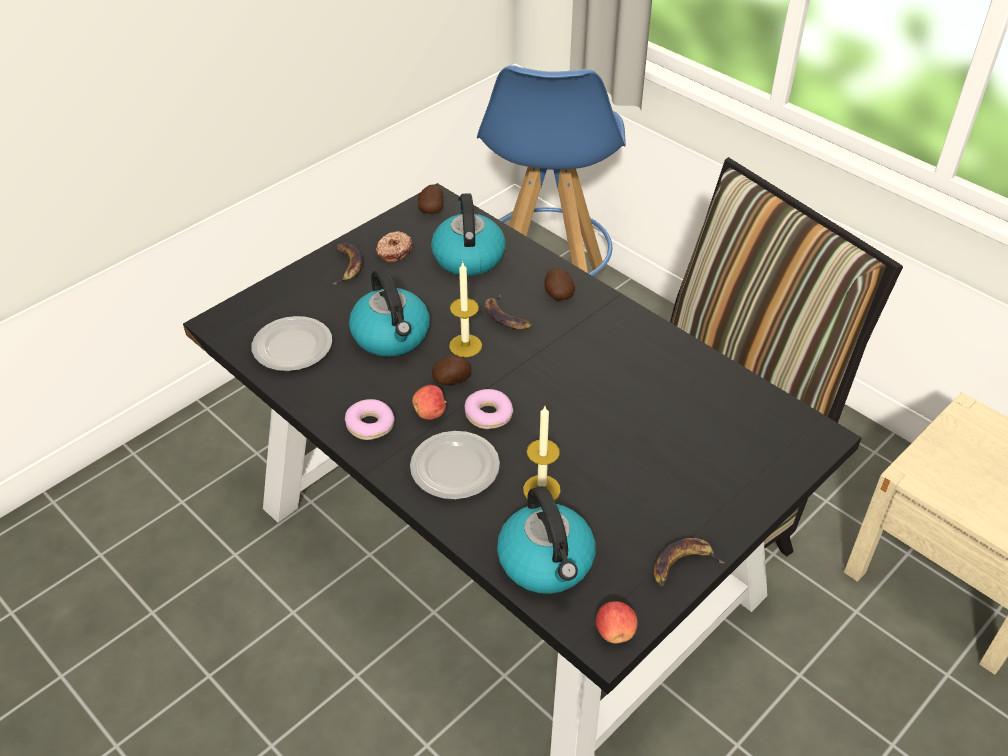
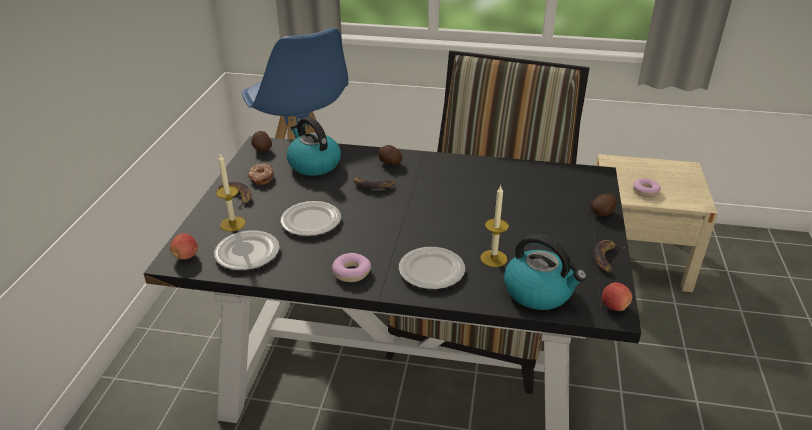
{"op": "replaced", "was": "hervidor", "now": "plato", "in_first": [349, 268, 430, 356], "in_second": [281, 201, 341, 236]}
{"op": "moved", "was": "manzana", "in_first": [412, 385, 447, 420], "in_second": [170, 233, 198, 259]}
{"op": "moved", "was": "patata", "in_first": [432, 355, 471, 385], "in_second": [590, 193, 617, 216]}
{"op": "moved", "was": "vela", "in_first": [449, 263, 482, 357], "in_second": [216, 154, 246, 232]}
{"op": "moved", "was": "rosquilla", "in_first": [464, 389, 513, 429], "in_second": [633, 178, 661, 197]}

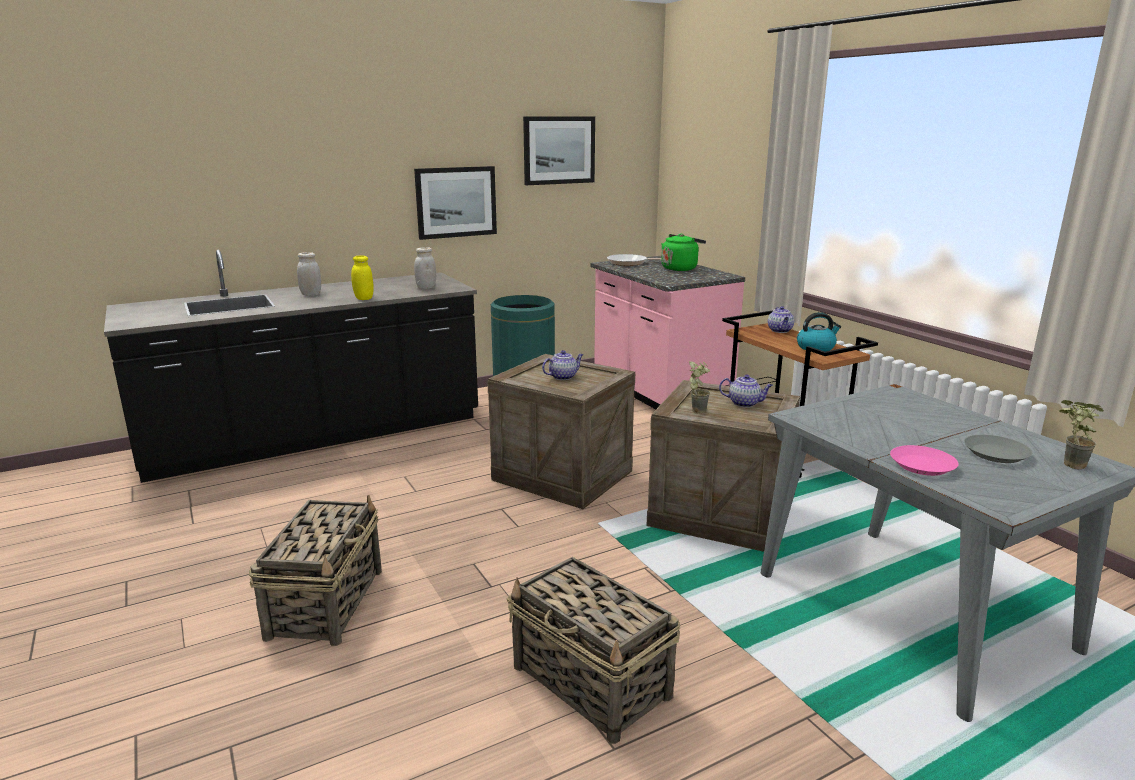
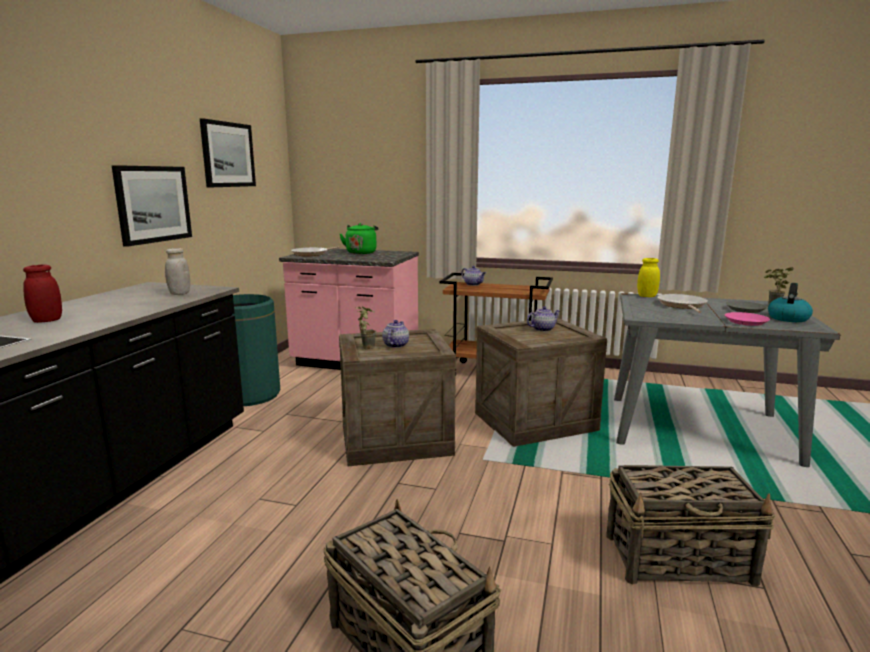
{"op": "recoloured", "was": "tarro/blanco", "now": "tarro/rojo", "in_first": [297, 252, 321, 296], "in_second": [23, 265, 62, 323]}
{"op": "moved", "was": "tarro/amarillo", "in_first": [351, 256, 374, 300], "in_second": [637, 258, 660, 297]}
{"op": "moved", "was": "planta en maceta", "in_first": [689, 361, 710, 413], "in_second": [358, 307, 376, 350]}
{"op": "moved", "was": "hervidor", "in_first": [797, 312, 841, 352], "in_second": [768, 283, 813, 322]}
{"op": "added", "now": "sartén", "in_second": [657, 294, 708, 313]}

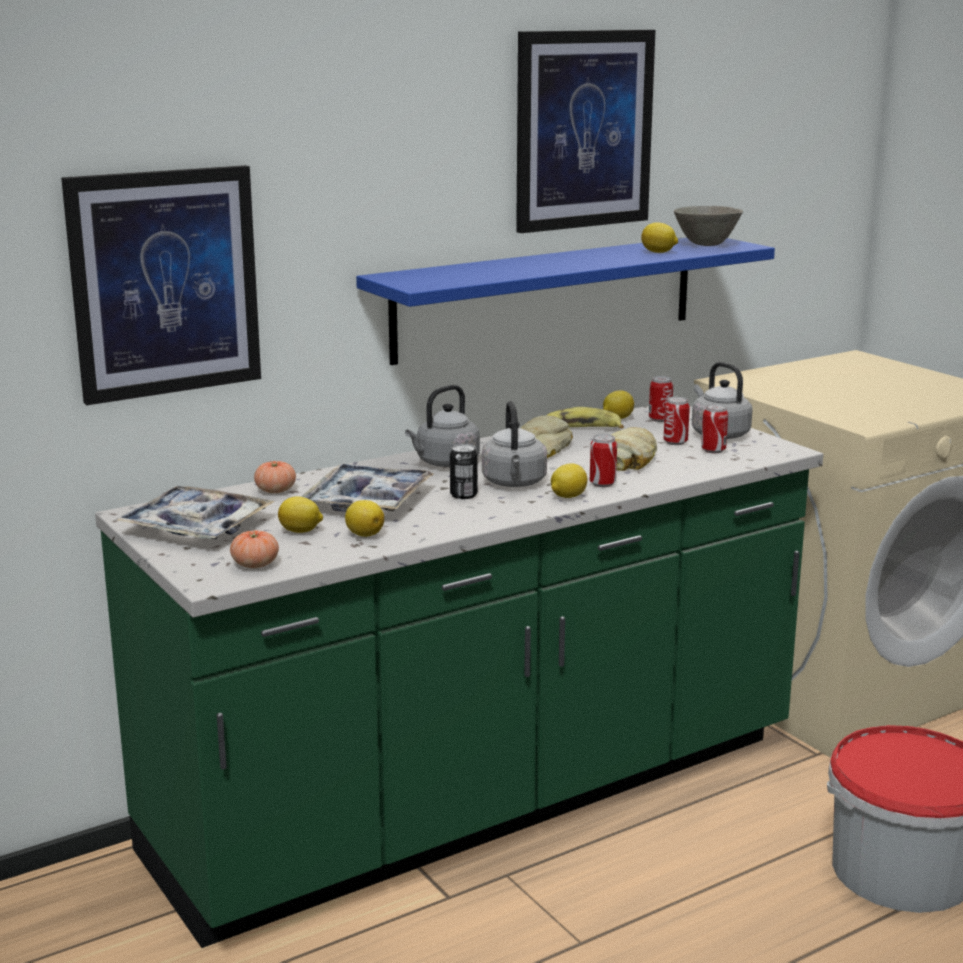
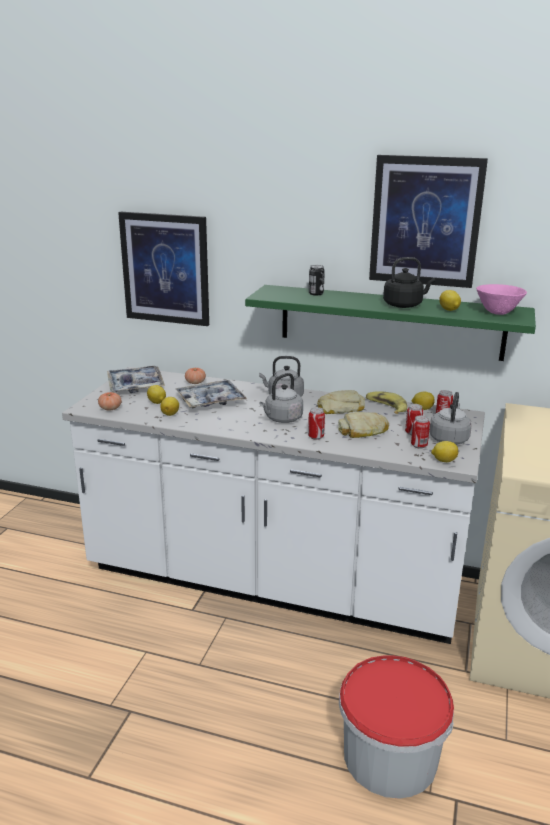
{"op": "recoloured", "was": "mueble bajo de cocina/verde", "now": "mueble bajo de cocina/blanco", "in_first": [95, 406, 823, 948], "in_second": [62, 367, 485, 644]}
{"op": "recoloured", "was": "estante/azul", "now": "estante/verde", "in_first": [356, 238, 775, 365], "in_second": [245, 285, 536, 361]}
{"op": "moved", "was": "lata", "in_first": [450, 444, 478, 499], "in_second": [309, 265, 325, 295]}
{"op": "moved", "was": "limón", "in_first": [551, 464, 587, 498], "in_second": [431, 441, 458, 462]}
{"op": "recoloured", "was": "cuenco/gris", "now": "cuenco/rosa", "in_first": [674, 206, 743, 246], "in_second": [476, 284, 527, 315]}
{"op": "added", "now": "hervidor/negro", "in_second": [383, 257, 435, 308]}

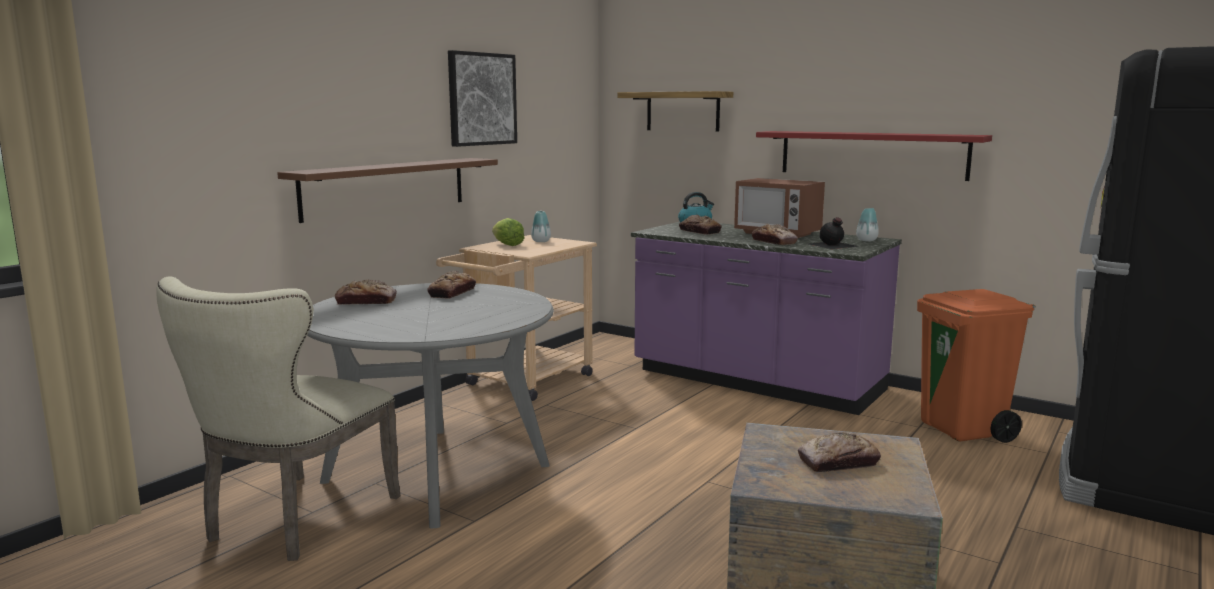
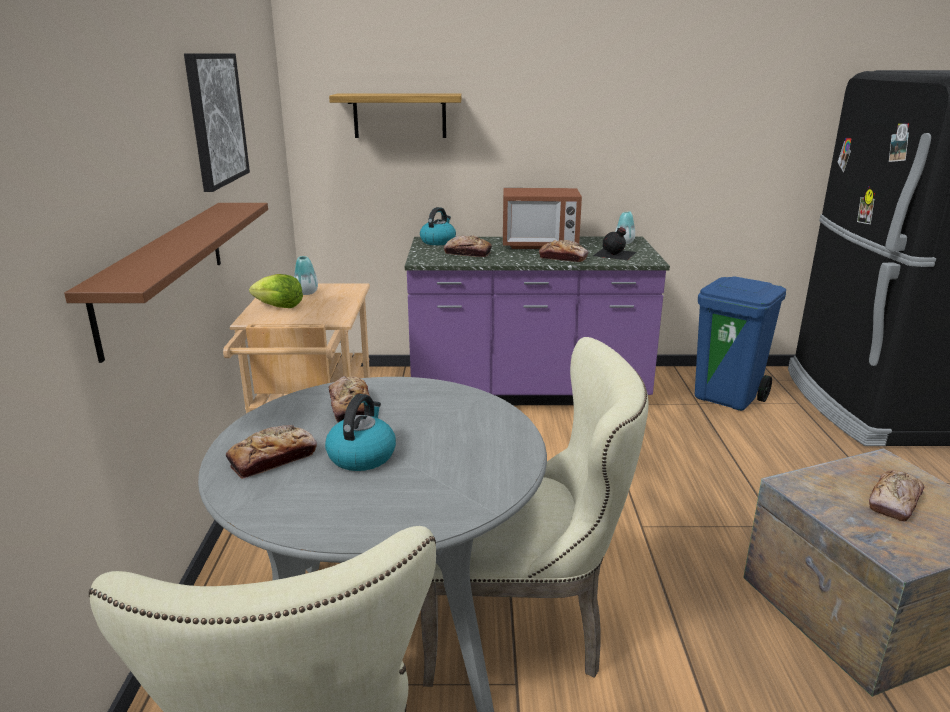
{"op": "removed", "was": "estante/rojo", "in_first": [756, 131, 992, 181]}
{"op": "recoloured", "was": "papelera/naranja", "now": "papelera/azul", "in_first": [917, 289, 1036, 443], "in_second": [695, 276, 786, 411]}
{"op": "added", "now": "hervidor", "in_second": [325, 394, 396, 471]}
{"op": "added", "now": "silla/beis", "in_second": [421, 337, 648, 687]}

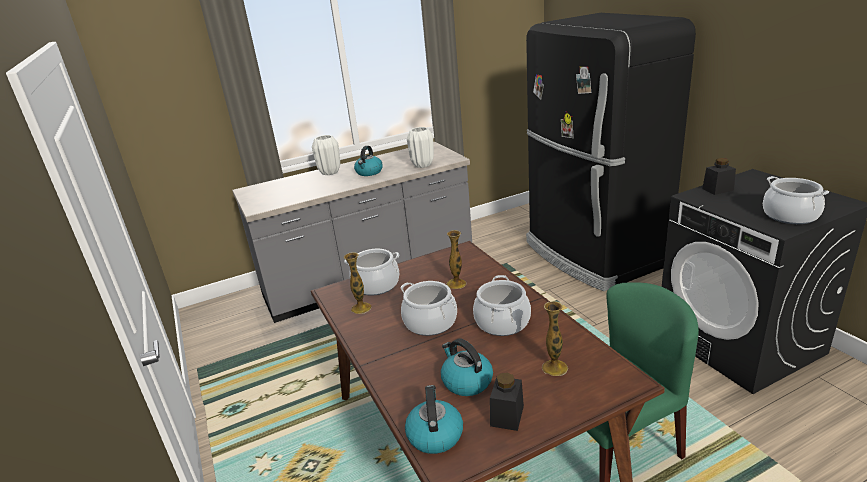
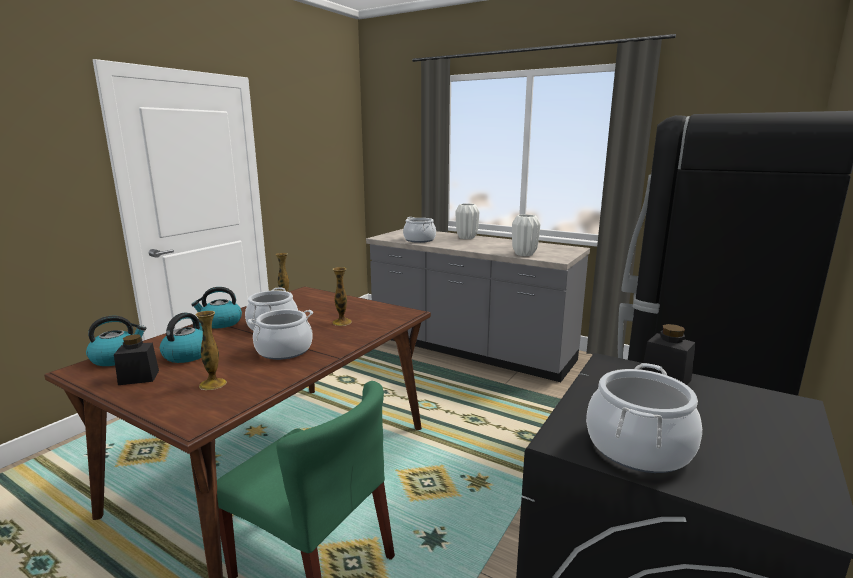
{"op": "moved", "was": "olla", "in_first": [344, 249, 399, 296], "in_second": [403, 217, 436, 243]}
{"op": "moved", "was": "hervidor", "in_first": [354, 146, 383, 176], "in_second": [191, 287, 242, 328]}

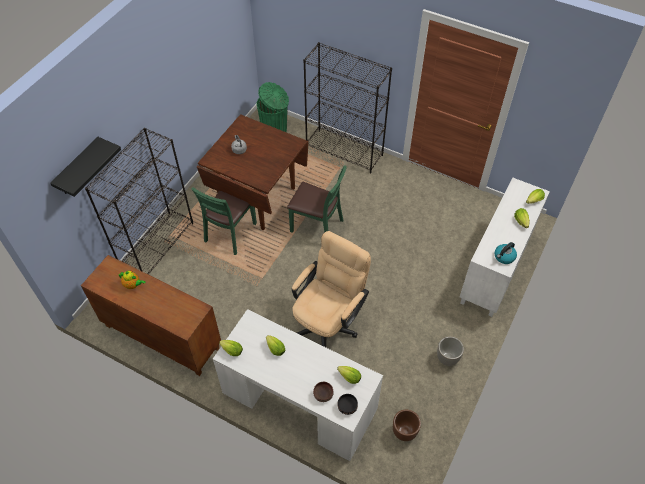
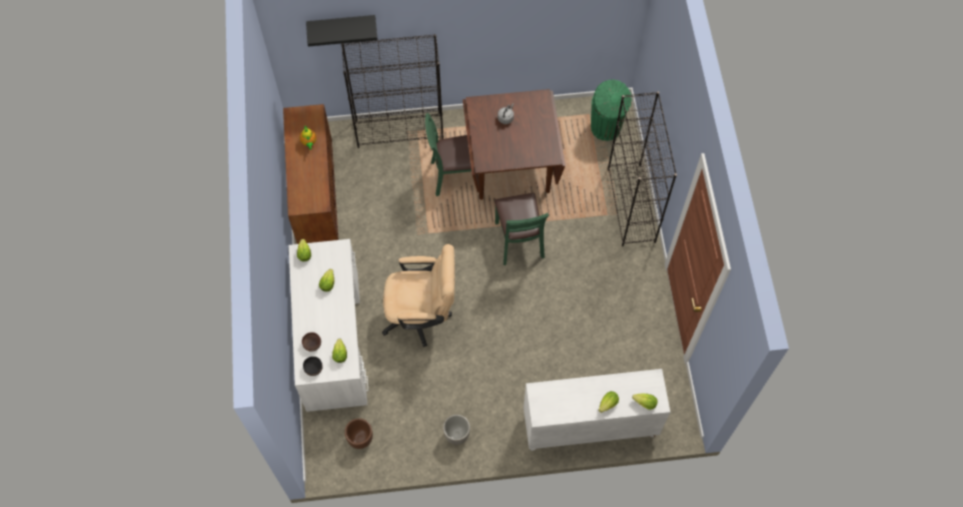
{"op": "removed", "was": "hervidor", "in_first": [494, 242, 517, 264]}

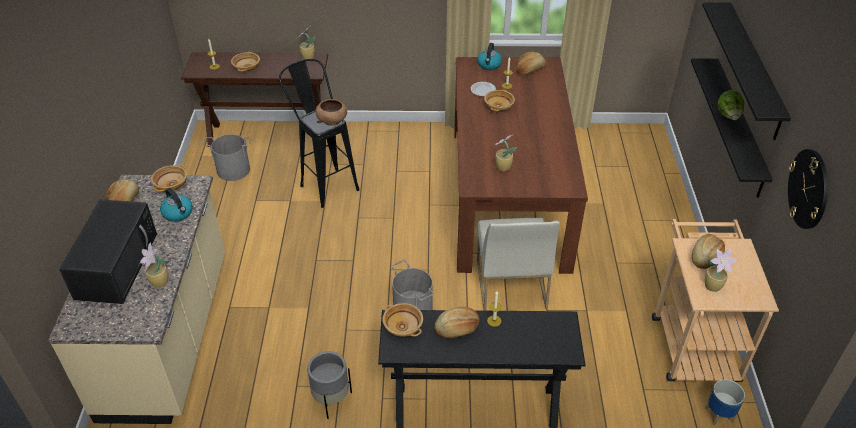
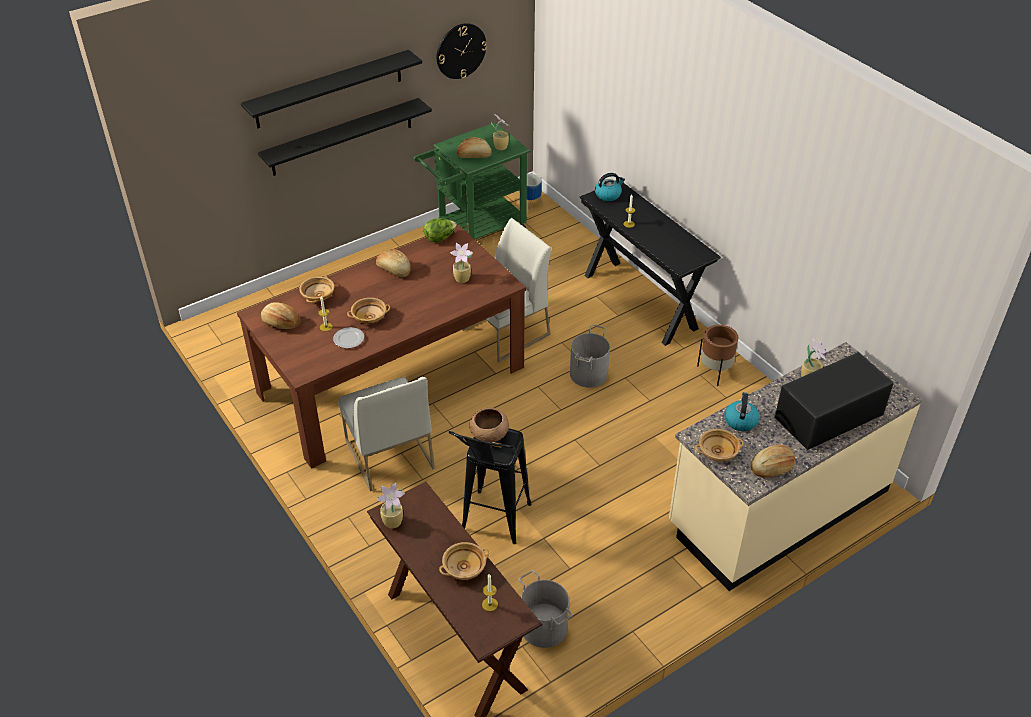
{"op": "recoloured", "was": "maceta/gris", "now": "maceta/marrón", "in_first": [307, 351, 352, 419], "in_second": [697, 325, 738, 386]}
{"op": "moved", "was": "cuenco/beis", "in_first": [382, 303, 423, 337], "in_second": [299, 275, 334, 303]}
{"op": "moved", "was": "pan", "in_first": [434, 307, 480, 338], "in_second": [376, 249, 411, 277]}
{"op": "moved", "was": "hervidor", "in_first": [477, 43, 502, 70], "in_second": [595, 173, 625, 201]}
{"op": "recoloured", "was": "carrito/beis", "now": "carrito/verde", "in_first": [652, 219, 779, 382], "in_second": [414, 122, 530, 239]}
{"op": "moved", "was": "lechuga", "in_first": [718, 90, 745, 120], "in_second": [424, 218, 457, 242]}
{"op": "added", "now": "silla/blanco", "in_second": [338, 377, 435, 491]}

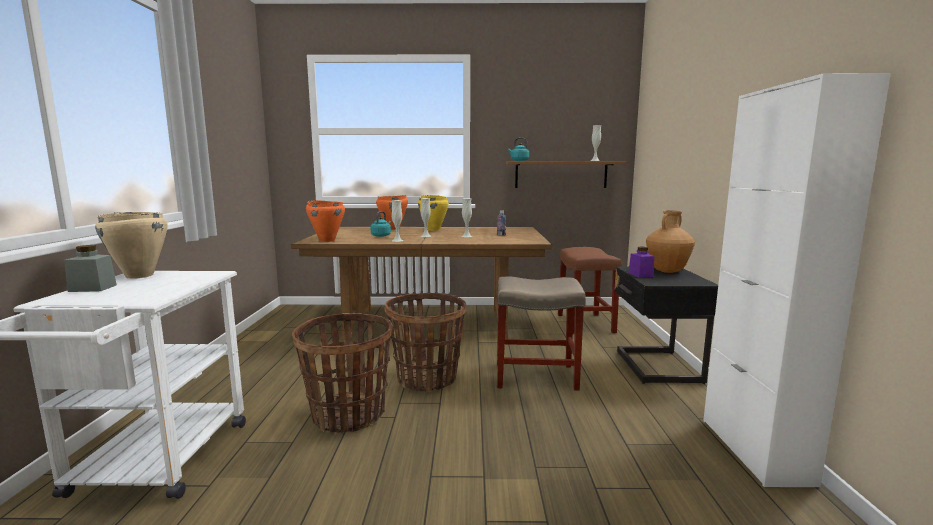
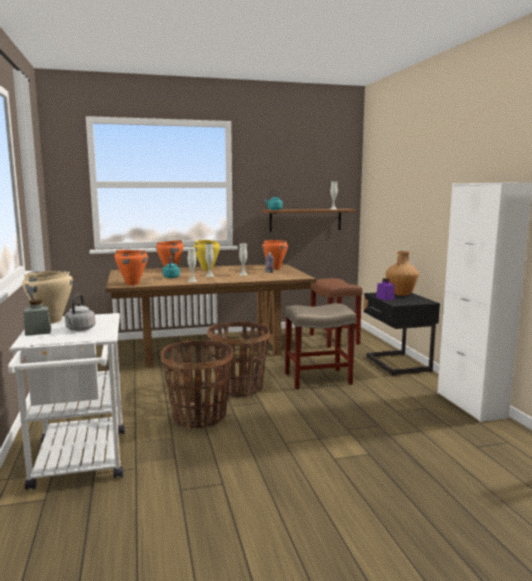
{"op": "added", "now": "hervidor/gris", "in_second": [65, 294, 95, 331]}
{"op": "added", "now": "olla/naranja", "in_second": [262, 240, 288, 269]}

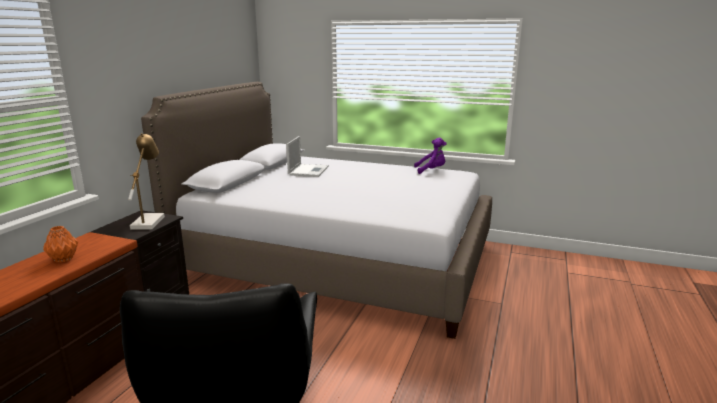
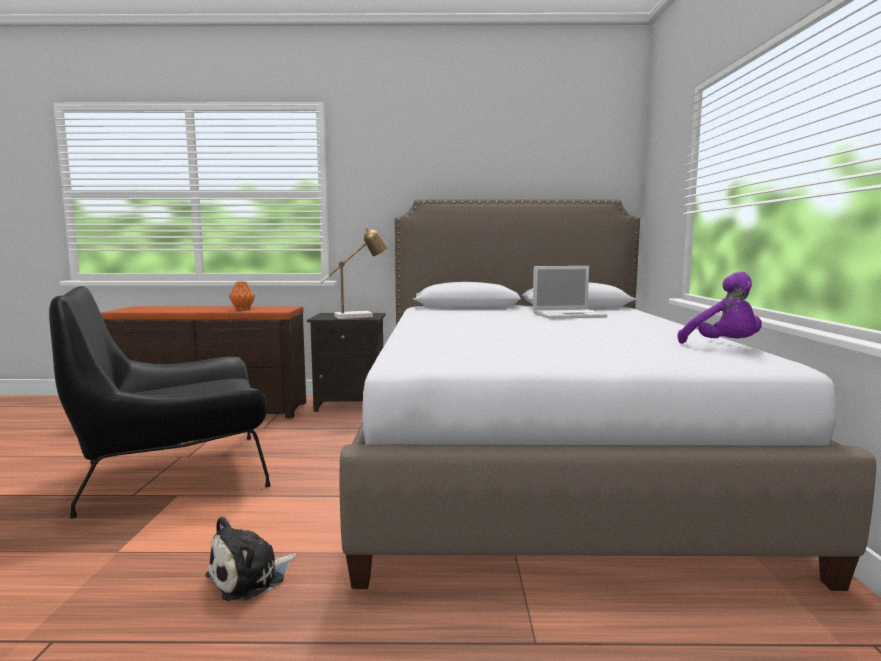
{"op": "added", "now": "peluche", "in_second": [205, 516, 297, 601]}

